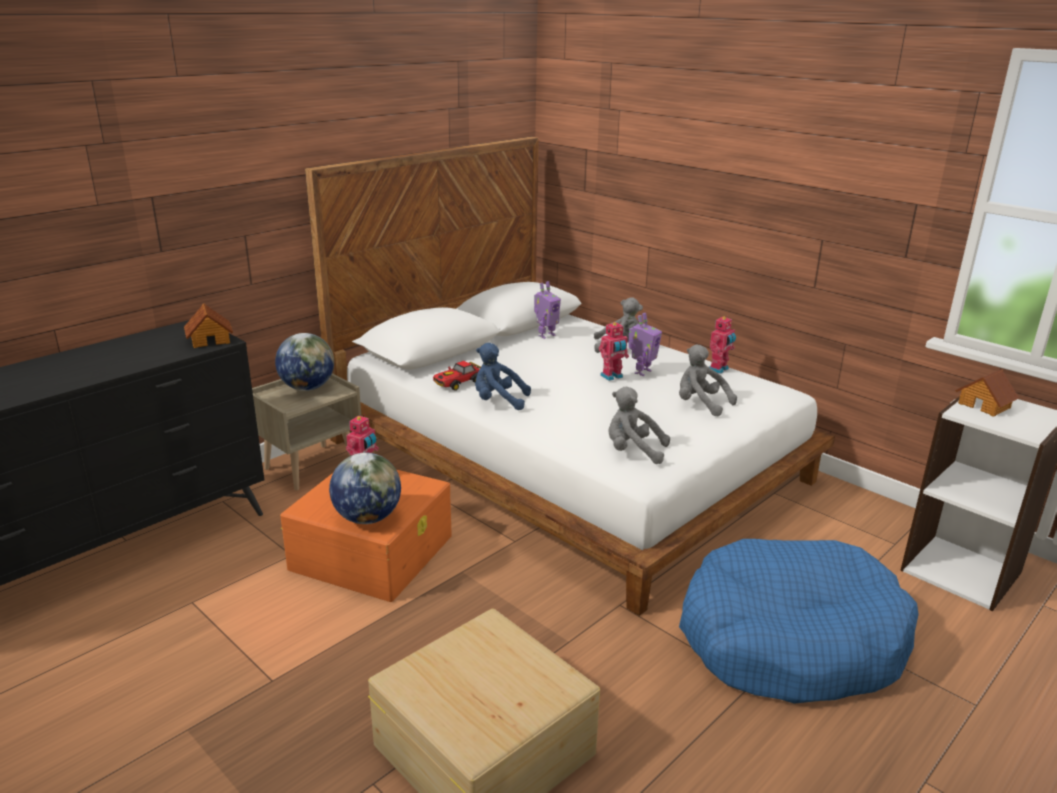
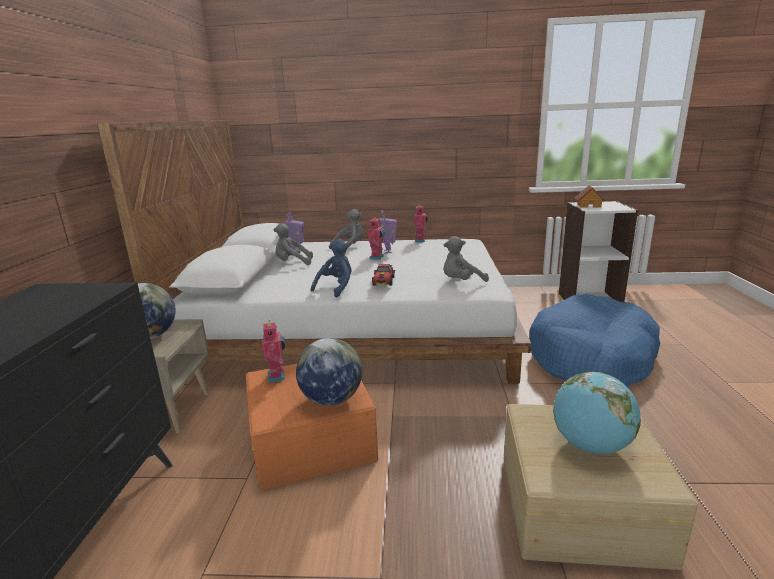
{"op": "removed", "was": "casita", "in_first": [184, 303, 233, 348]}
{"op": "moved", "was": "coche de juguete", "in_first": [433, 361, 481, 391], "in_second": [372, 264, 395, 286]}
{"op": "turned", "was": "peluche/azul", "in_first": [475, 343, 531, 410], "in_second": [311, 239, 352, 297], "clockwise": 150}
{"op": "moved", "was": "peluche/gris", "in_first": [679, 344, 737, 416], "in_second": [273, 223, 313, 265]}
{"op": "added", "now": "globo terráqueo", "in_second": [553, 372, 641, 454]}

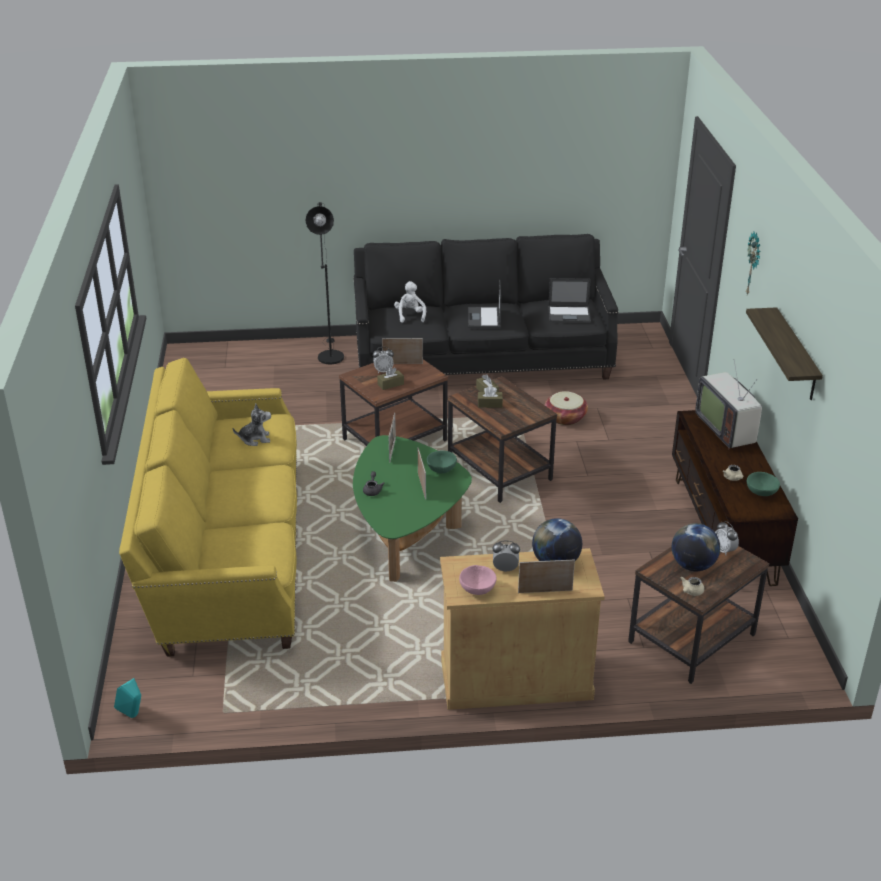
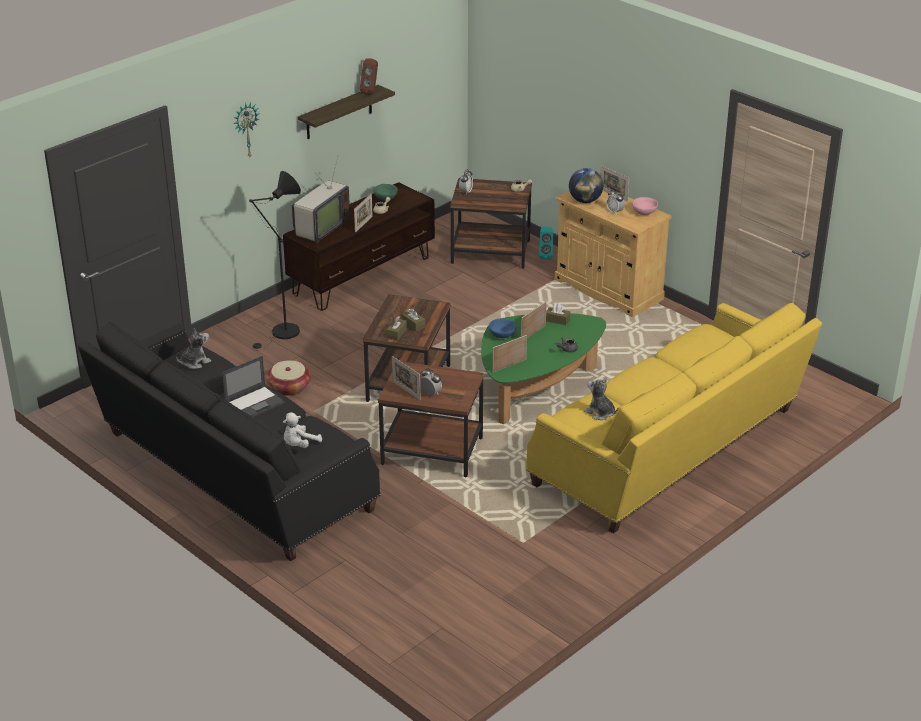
{"op": "moved", "was": "altavoz/turquesa", "in_first": [114, 678, 141, 718], "in_second": [539, 226, 553, 260]}
{"op": "moved", "was": "lámpara de pie/negro", "in_first": [306, 202, 344, 365], "in_second": [249, 171, 301, 351]}
{"op": "moved", "was": "caja de pañuelos/marrón", "in_first": [377, 367, 404, 390], "in_second": [546, 303, 570, 325]}
{"op": "recoloured", "was": "cuenco/verde", "now": "cuenco/azul", "in_first": [427, 450, 457, 473], "in_second": [489, 318, 517, 338]}
{"op": "replaced", "was": "portátil", "now": "peluche", "in_first": [548, 278, 591, 323], "in_second": [176, 328, 211, 369]}
{"op": "removed", "was": "globo terráqueo", "in_first": [672, 523, 720, 571]}
{"op": "added", "now": "portarretratos", "in_second": [354, 193, 373, 233]}
{"op": "added", "now": "altavoz/marrón", "in_second": [360, 58, 378, 95]}

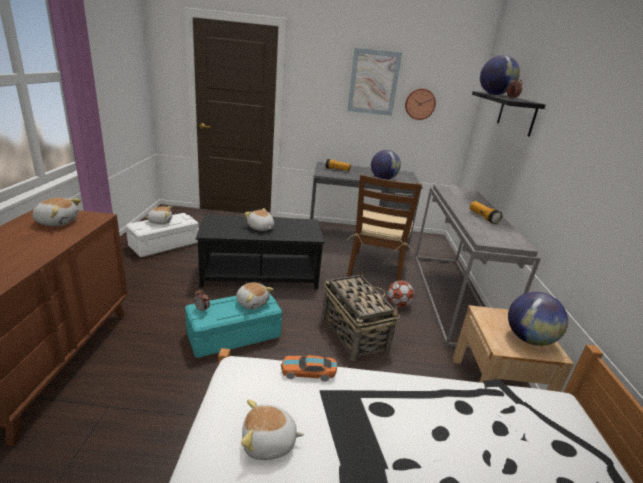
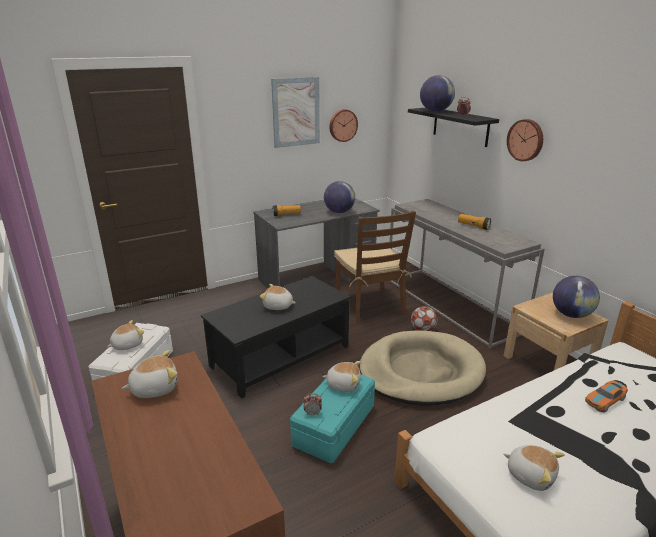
{"op": "turned", "was": "peluche", "in_first": [241, 399, 304, 460], "in_second": [504, 445, 565, 491], "clockwise": -105}
{"op": "moved", "was": "coche de juguete", "in_first": [281, 355, 337, 382], "in_second": [585, 380, 628, 412]}
{"op": "replaced", "was": "cesta", "now": "cama para perro/beis", "in_first": [322, 270, 400, 361], "in_second": [359, 331, 486, 406]}
{"op": "added", "now": "reloj de pared", "in_second": [507, 119, 543, 161]}

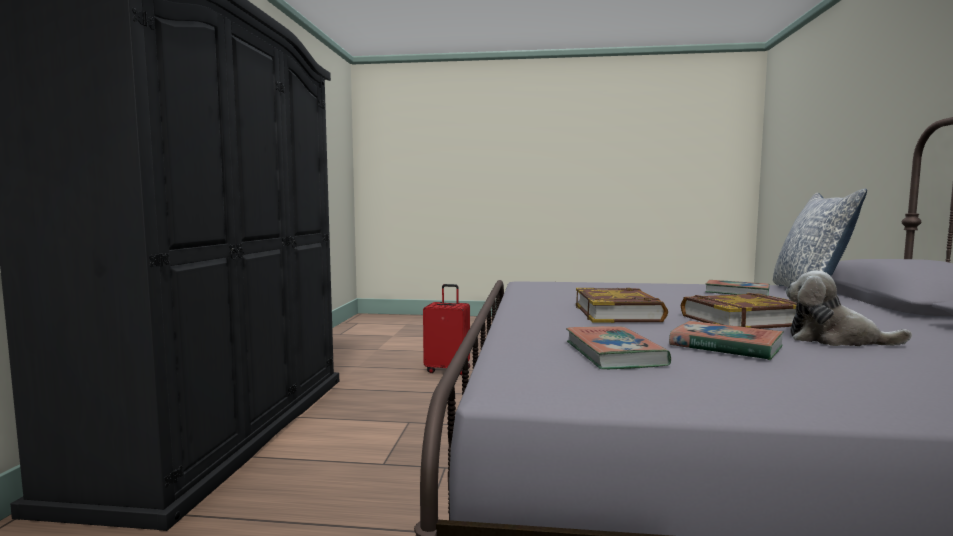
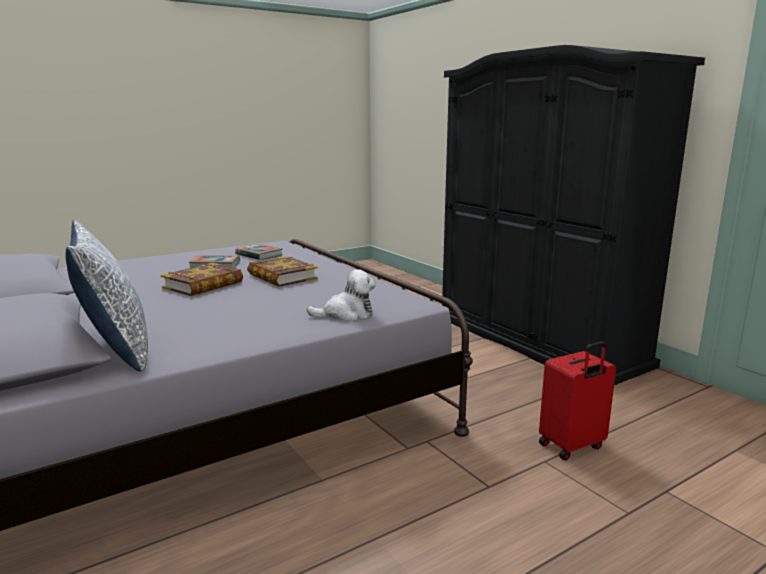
{"op": "removed", "was": "libro", "in_first": [705, 280, 769, 296]}
{"op": "moved", "was": "peluche", "in_first": [785, 271, 912, 346], "in_second": [307, 269, 376, 321]}

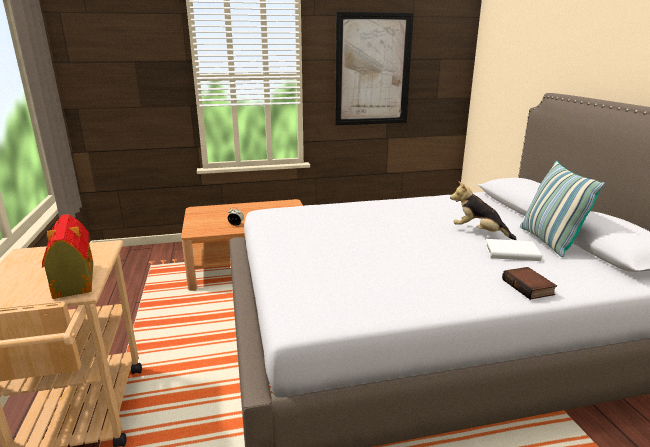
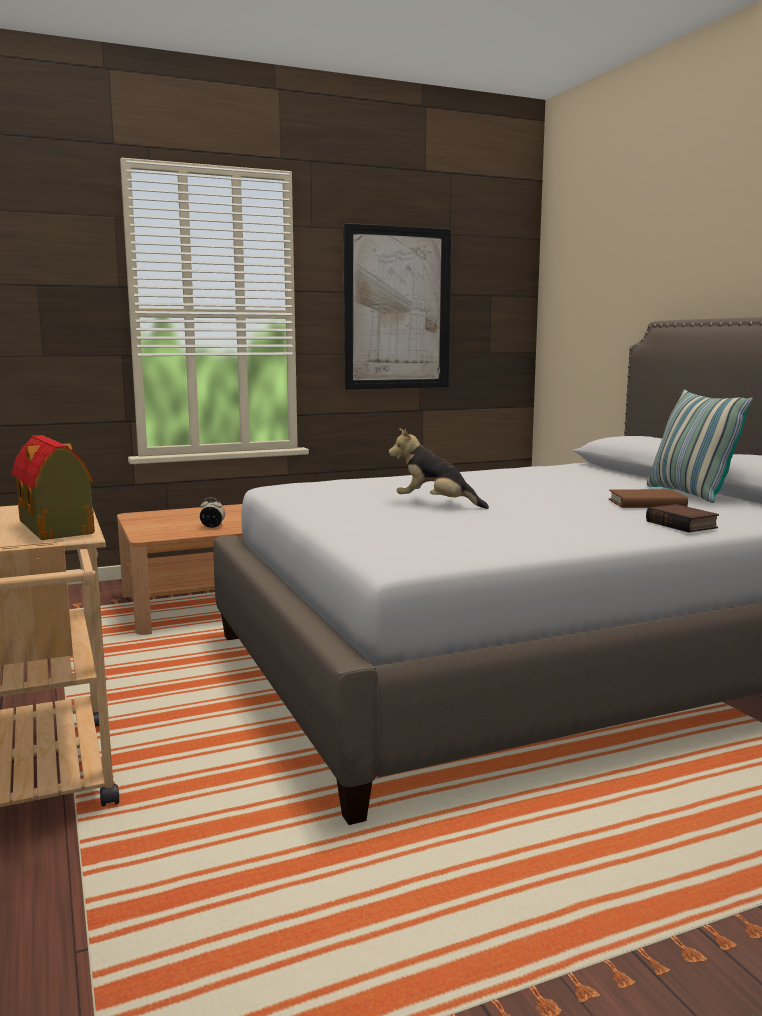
{"op": "moved", "was": "peluche", "in_first": [450, 181, 517, 240], "in_second": [389, 428, 489, 509]}
{"op": "recoloured", "was": "libro/blanco", "now": "libro/marrón", "in_first": [485, 239, 542, 261], "in_second": [609, 489, 688, 508]}

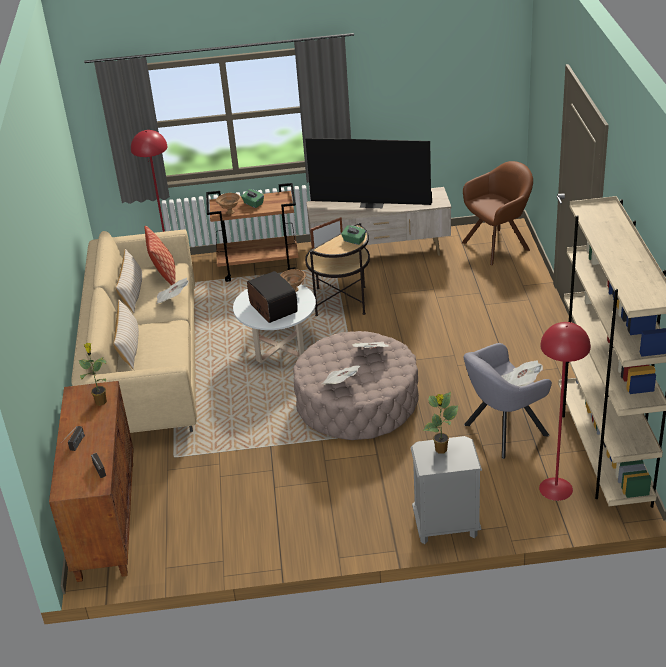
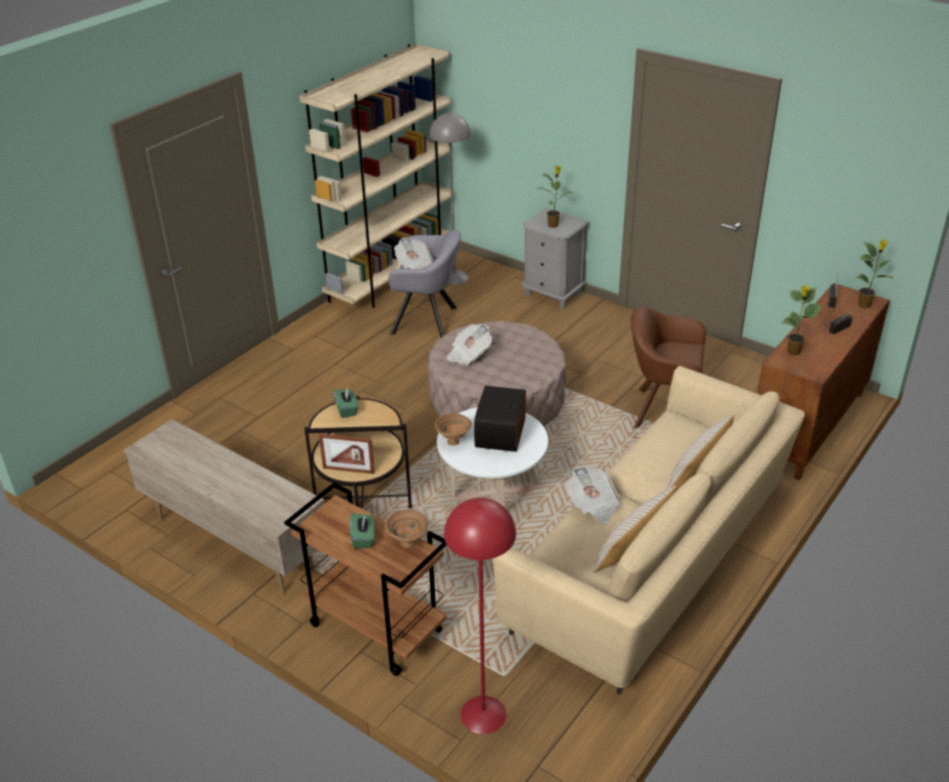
{"op": "removed", "was": "cojín", "in_first": [145, 226, 176, 285]}
{"op": "removed", "was": "televisor", "in_first": [305, 138, 432, 208]}
{"op": "removed", "was": "periódico", "in_first": [321, 365, 360, 385]}
{"op": "moved", "was": "sillón/marrón", "in_first": [462, 161, 533, 265], "in_second": [631, 306, 706, 428]}
{"op": "recoloured", "was": "lámpara de pie/rojo", "now": "lámpara de pie/gris", "in_first": [539, 322, 591, 501], "in_second": [429, 113, 471, 285]}
{"op": "added", "now": "planta en maceta", "in_second": [857, 240, 893, 308]}

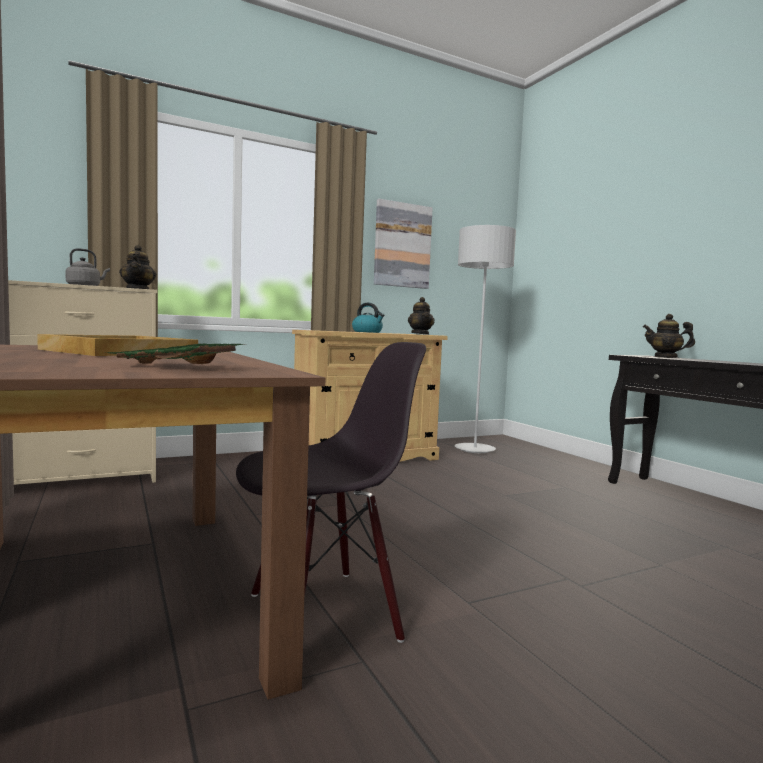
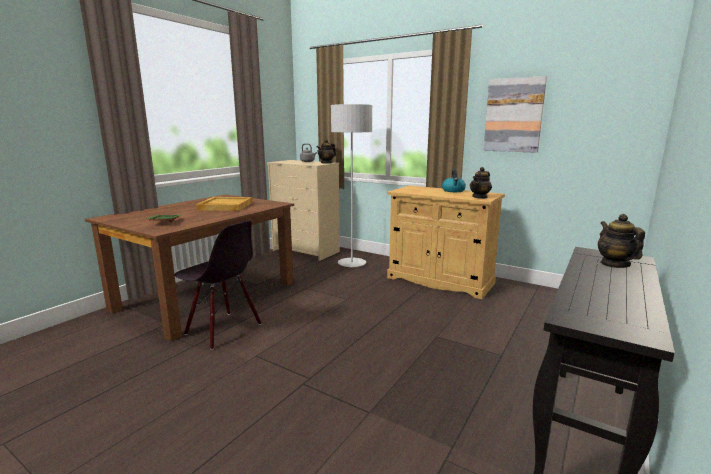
{"op": "moved", "was": "lámpara de pie/gris", "in_first": [455, 225, 516, 453], "in_second": [331, 104, 372, 267]}

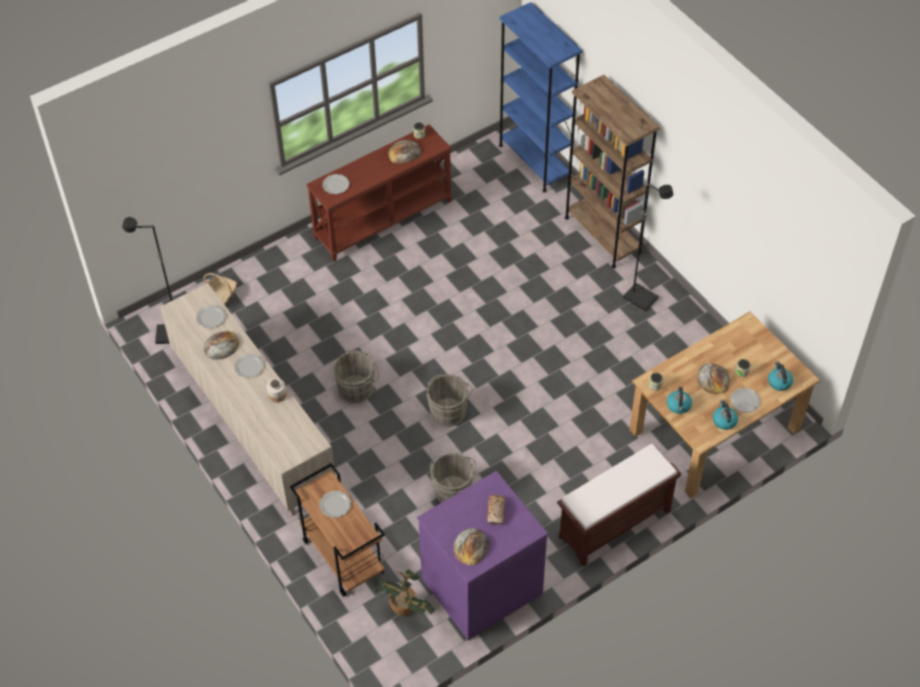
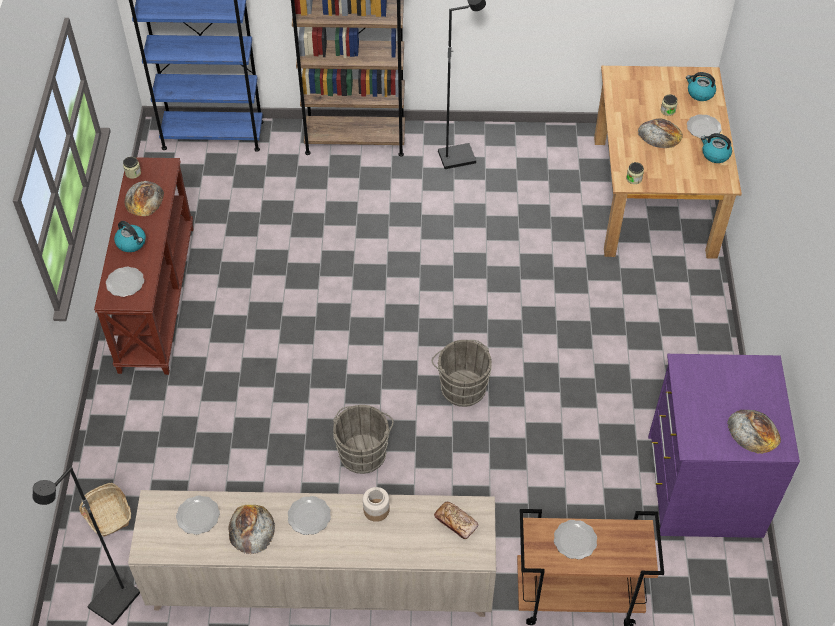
{"op": "removed", "was": "planta en maceta", "in_first": [375, 569, 435, 616]}
{"op": "removed", "was": "cubo/gris", "in_first": [430, 453, 476, 503]}
{"op": "moved", "was": "pan", "in_first": [487, 495, 505, 525], "in_second": [434, 502, 478, 539]}
{"op": "removed", "was": "banco/marrón", "in_first": [557, 444, 681, 566]}
{"op": "moved", "was": "hervidor", "in_first": [667, 387, 692, 414], "in_second": [114, 221, 146, 252]}

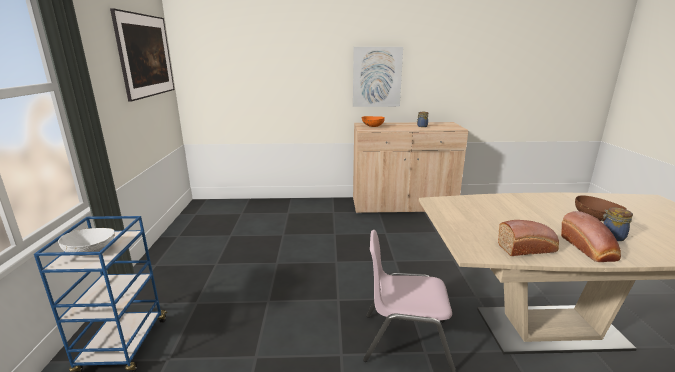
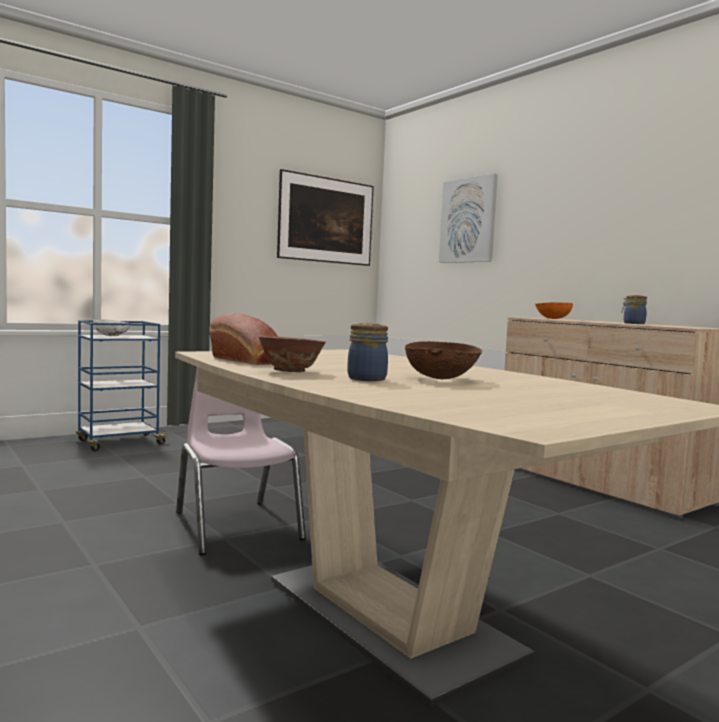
{"op": "moved", "was": "cuadro", "in_first": [353, 47, 403, 107], "in_second": [439, 173, 498, 263]}
{"op": "replaced", "was": "pan", "now": "cuenco", "in_first": [561, 211, 621, 262], "in_second": [259, 336, 326, 372]}

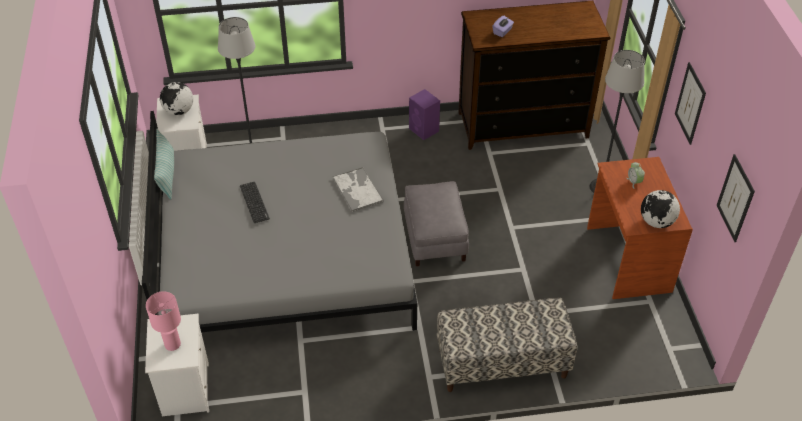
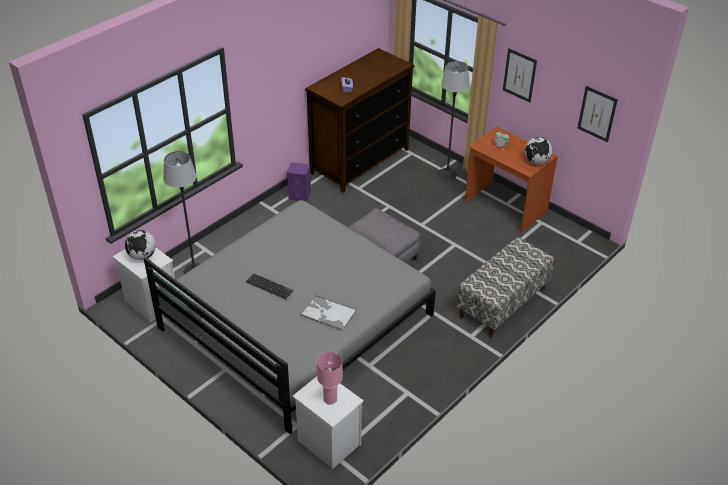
{"op": "moved", "was": "bandeja", "in_first": [332, 167, 384, 212], "in_second": [301, 295, 357, 331]}

